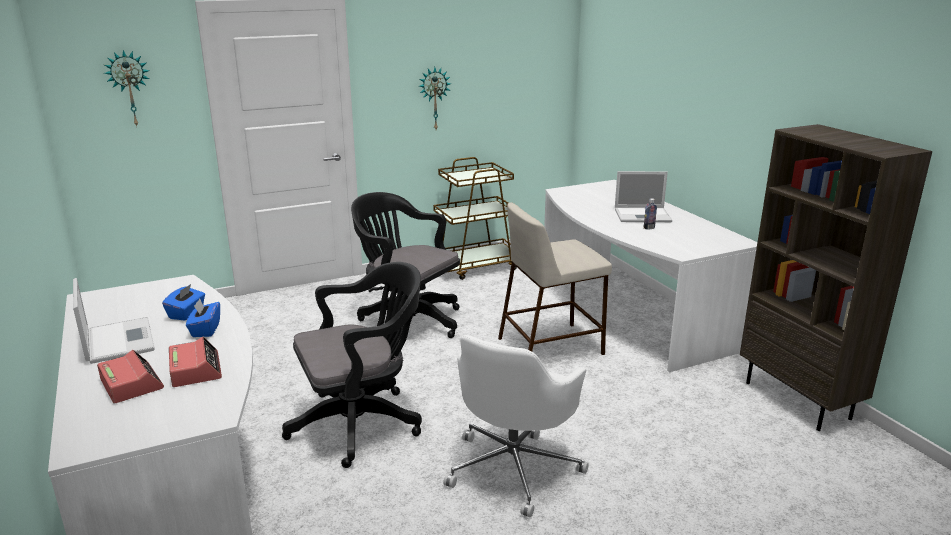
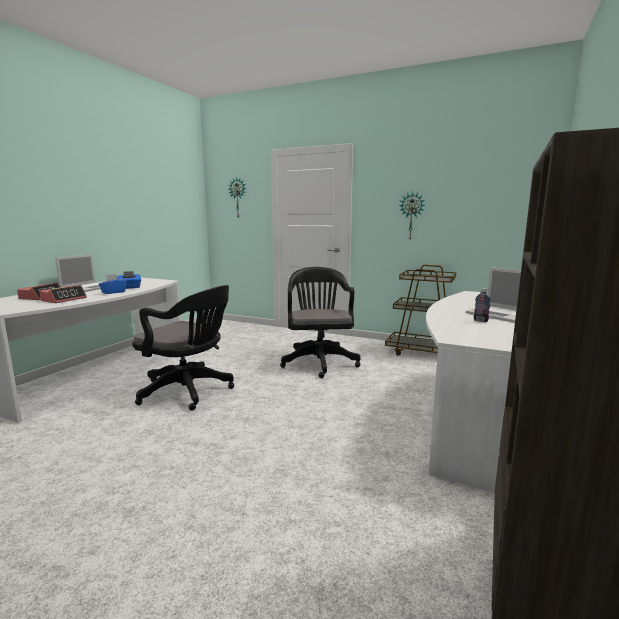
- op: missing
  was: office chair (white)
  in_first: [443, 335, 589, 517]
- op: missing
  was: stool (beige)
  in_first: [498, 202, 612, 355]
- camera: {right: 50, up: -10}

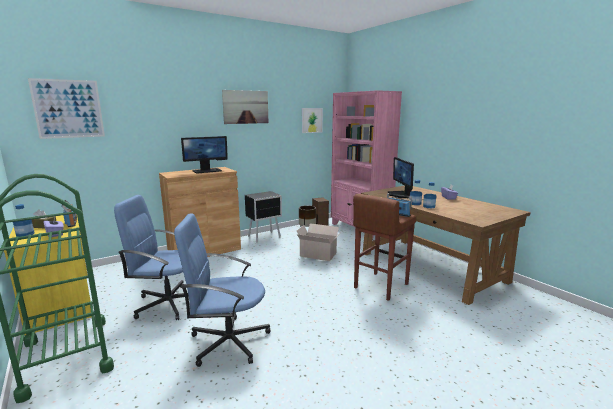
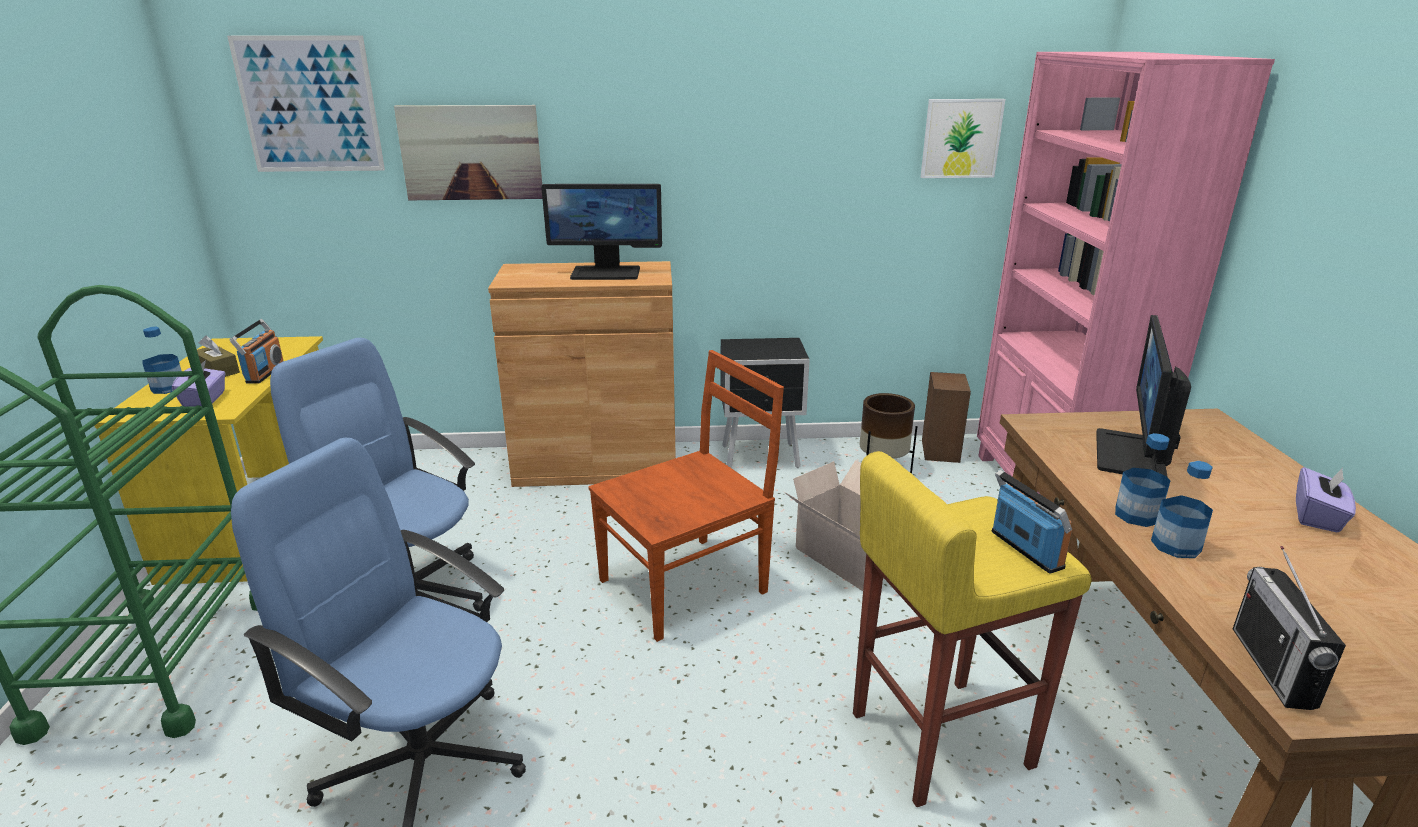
- op: appeared
  now: chair (brown)
  in_second: [588, 350, 784, 642]
- op: appeared
  now: radio
  in_second: [1233, 546, 1346, 710]
- op: relocated
  was: picture
  in_first: [222, 90, 269, 124]
  in_second: [394, 105, 542, 200]
- op: colour
  was: stool (brown)
  now: stool (yellow)
  in_first: [353, 194, 416, 301]
  in_second: [853, 451, 1092, 807]
- camera: {right: 30, up: 10}

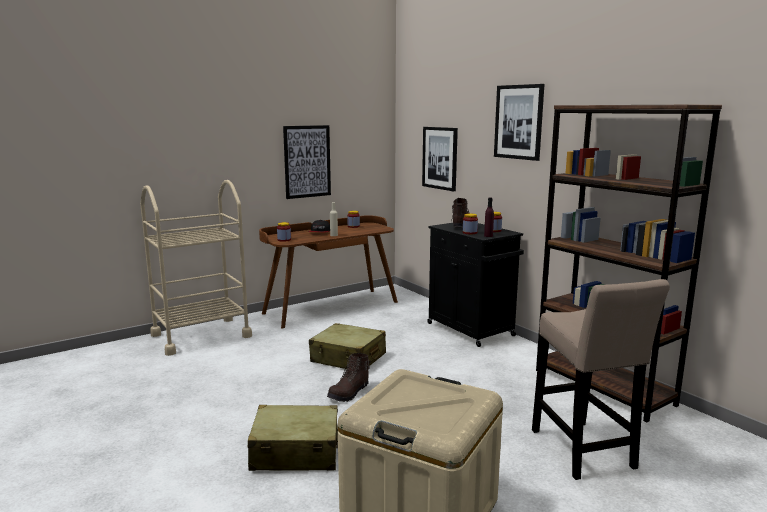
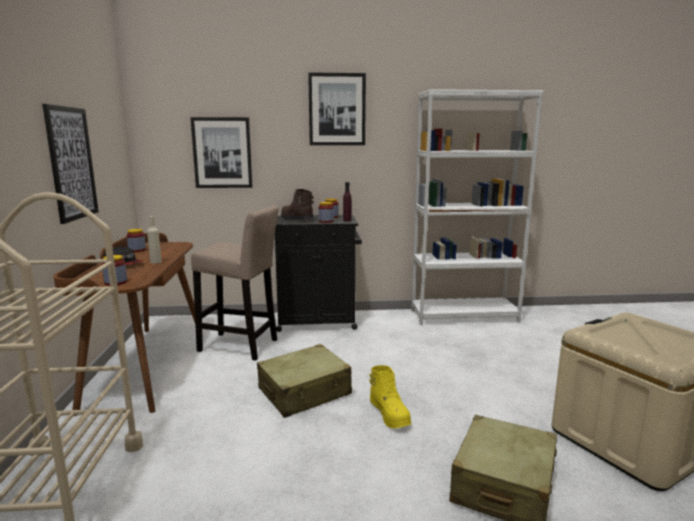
- op: relocated
  was: stool (beige)
  in_first: [532, 279, 670, 480]
  in_second: [191, 205, 279, 361]
- op: colour
  was: boot (brown)
  now: boot (yellow)
  in_first: [327, 353, 371, 402]
  in_second: [369, 365, 411, 429]
- op: colour
  was: bookcase (brown)
  now: bookcase (white)
  in_first: [536, 105, 722, 423]
  in_second: [411, 89, 544, 325]
- camera: {right: -60, up: 0}

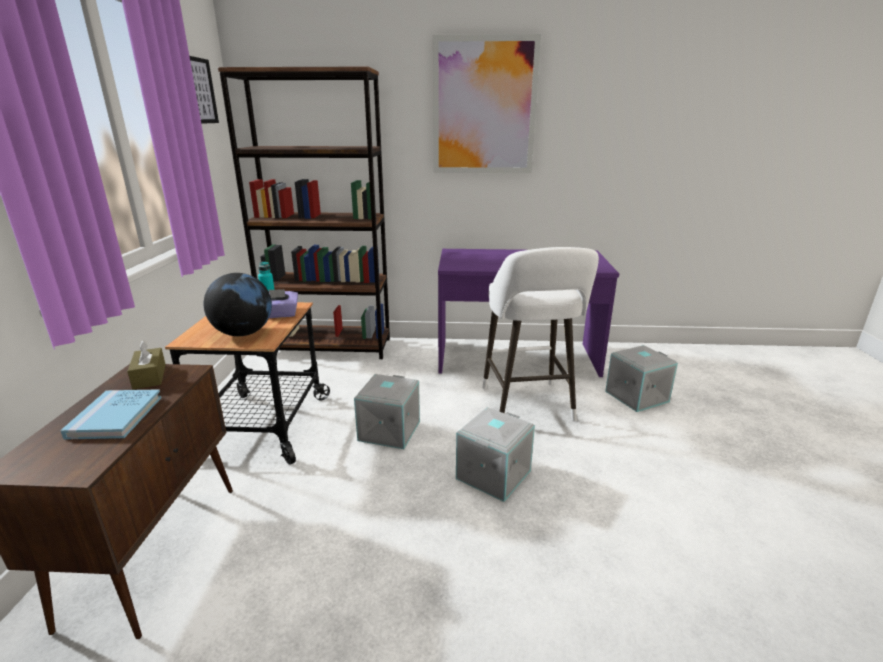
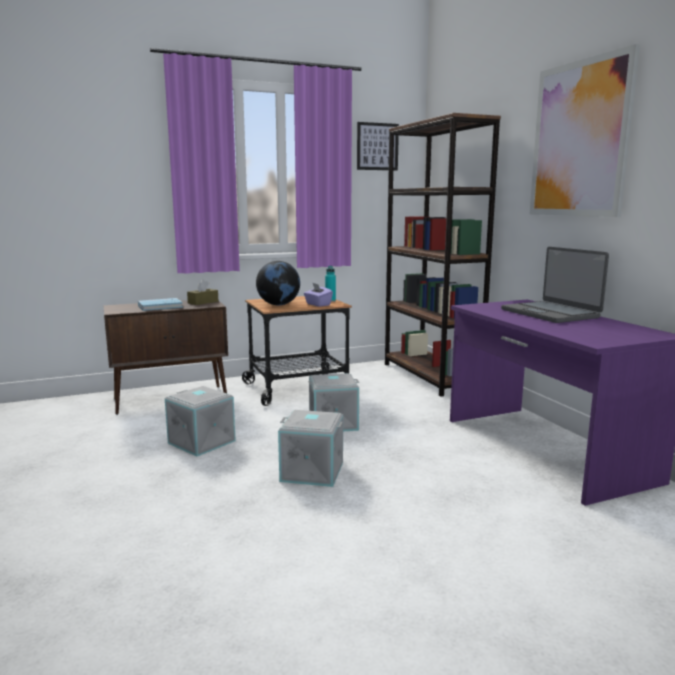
- op: missing
  was: stool (white)
  in_first: [482, 247, 599, 421]
- op: appeared
  now: laptop
  in_second: [501, 247, 609, 323]
- op: relocated
  was: storage box (grey)
  in_first: [605, 345, 678, 412]
  in_second: [165, 386, 236, 456]
- camera: {right: 65, up: -10}

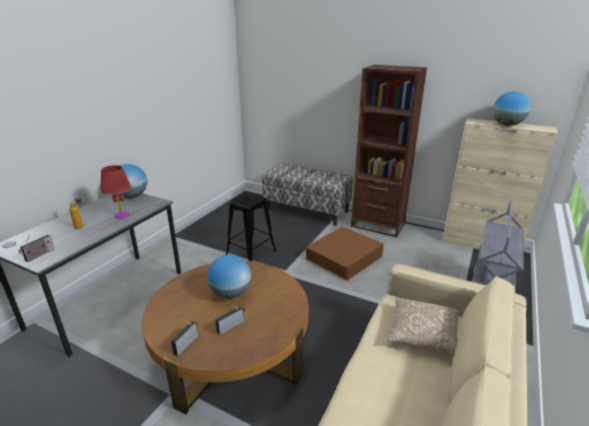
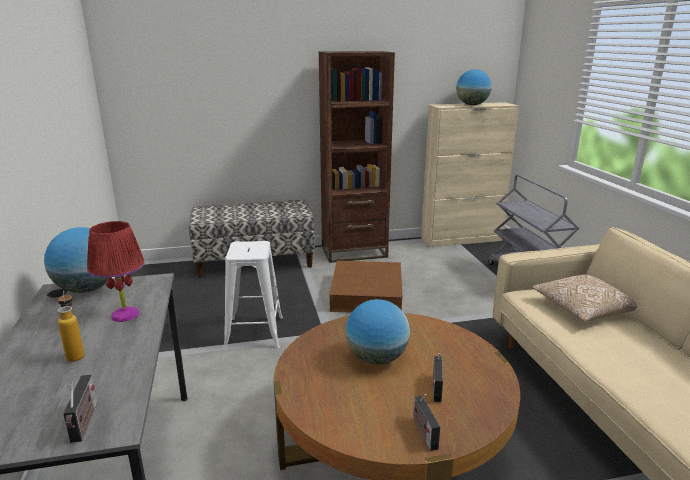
- op: colour
  was: stool (black)
  now: stool (white)
  in_first: [226, 193, 276, 261]
  in_second: [223, 241, 283, 350]
- camera: {right: -40, up: -5}

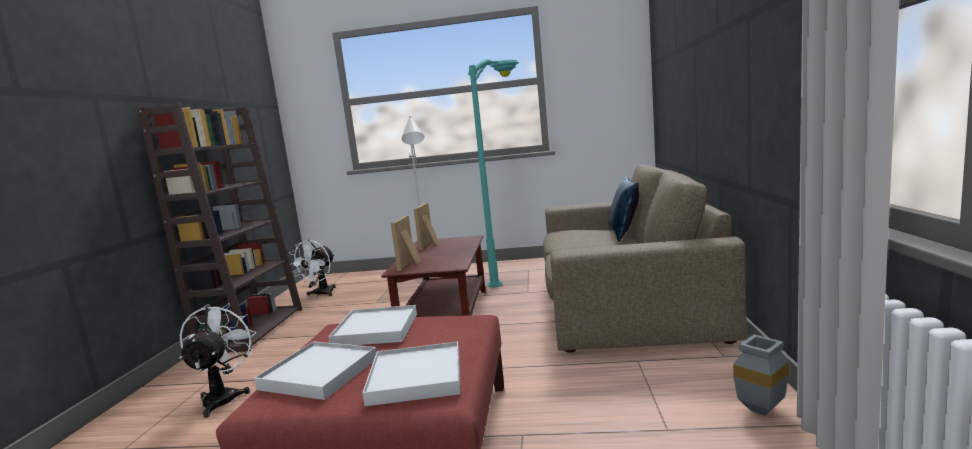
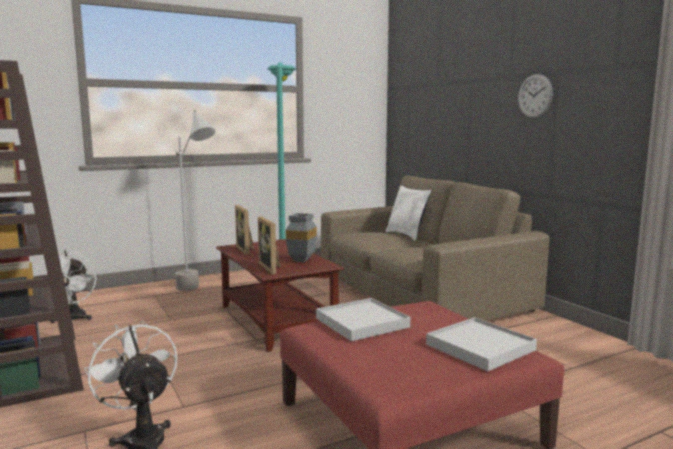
- op: missing
  was: tray (white)
  in_first: [254, 341, 377, 400]
- op: appeared
  now: wall clock
  in_second: [518, 74, 553, 118]
- op: relocated
  was: vase (grey)
  in_first: [733, 334, 789, 416]
  in_second: [286, 213, 317, 262]
- op: colour
  was: pillow (blue)
  now: pillow (white)
  in_first: [608, 177, 639, 242]
  in_second: [385, 186, 431, 241]
- camera: {right: -35, up: 0}

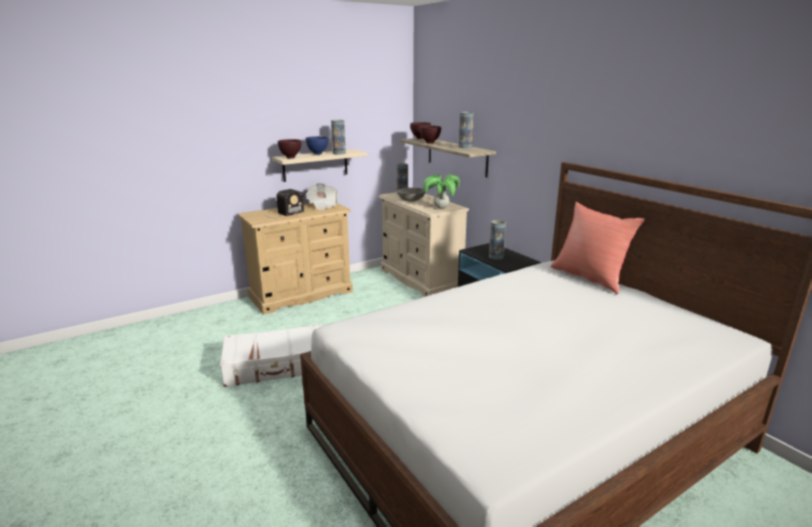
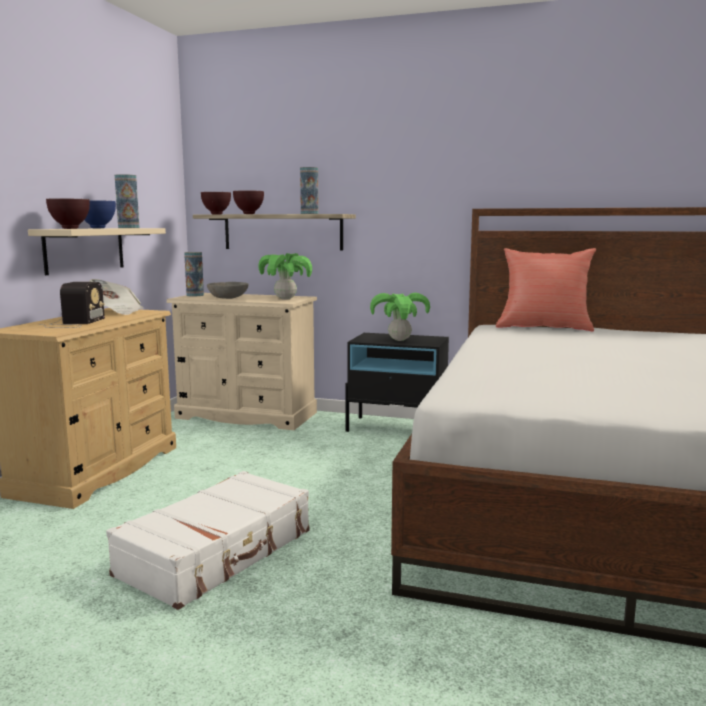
- op: exchanged
  was: vase
  now: potted plant
  in_first: [489, 220, 506, 260]
  in_second: [370, 293, 430, 341]
- camera: {right: -40, up: -10}

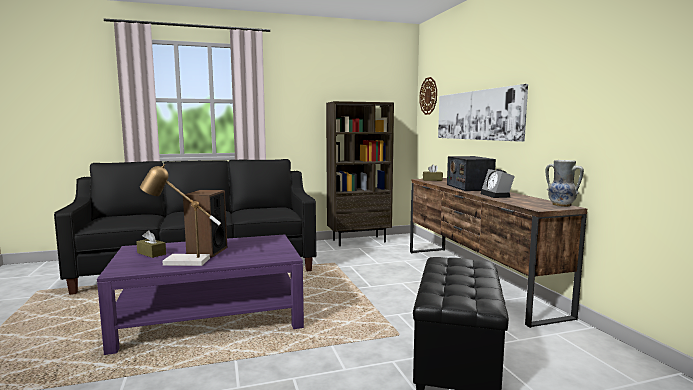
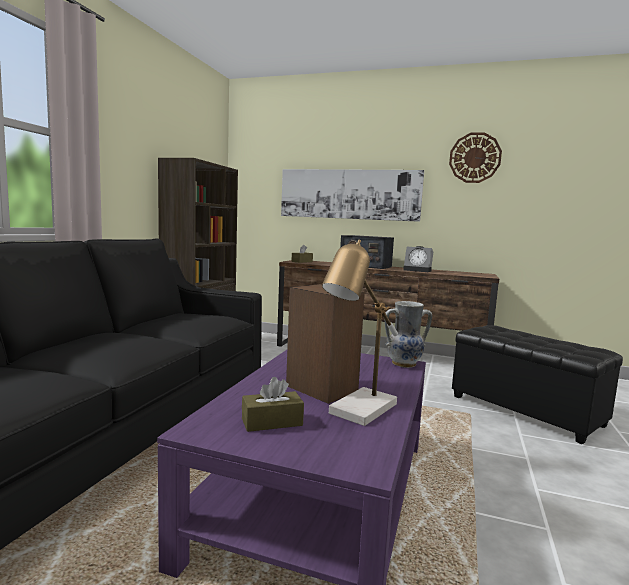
- op: relocated
  was: wall clock
  in_first: [419, 77, 437, 115]
  in_second: [449, 132, 502, 183]
- op: relocated
  was: vase
  in_first: [546, 160, 584, 207]
  in_second: [385, 301, 432, 368]
- camera: {right: -55, up: 0}

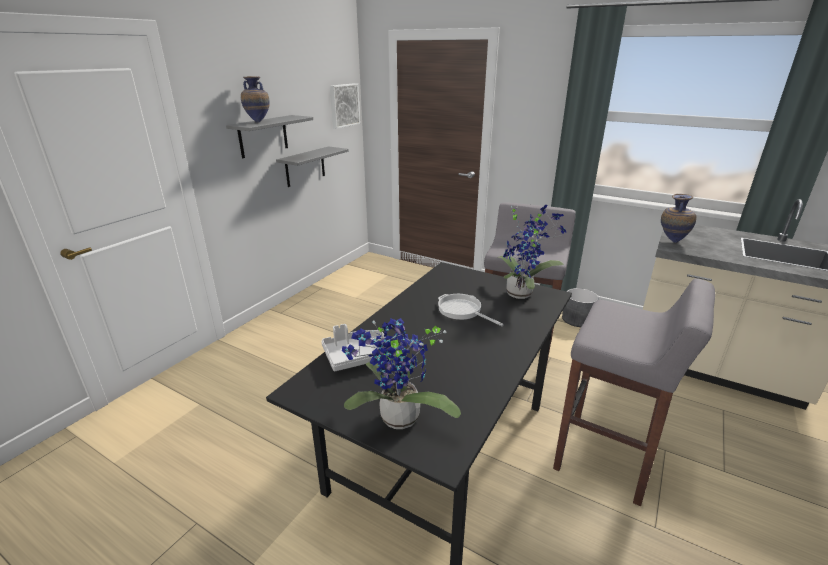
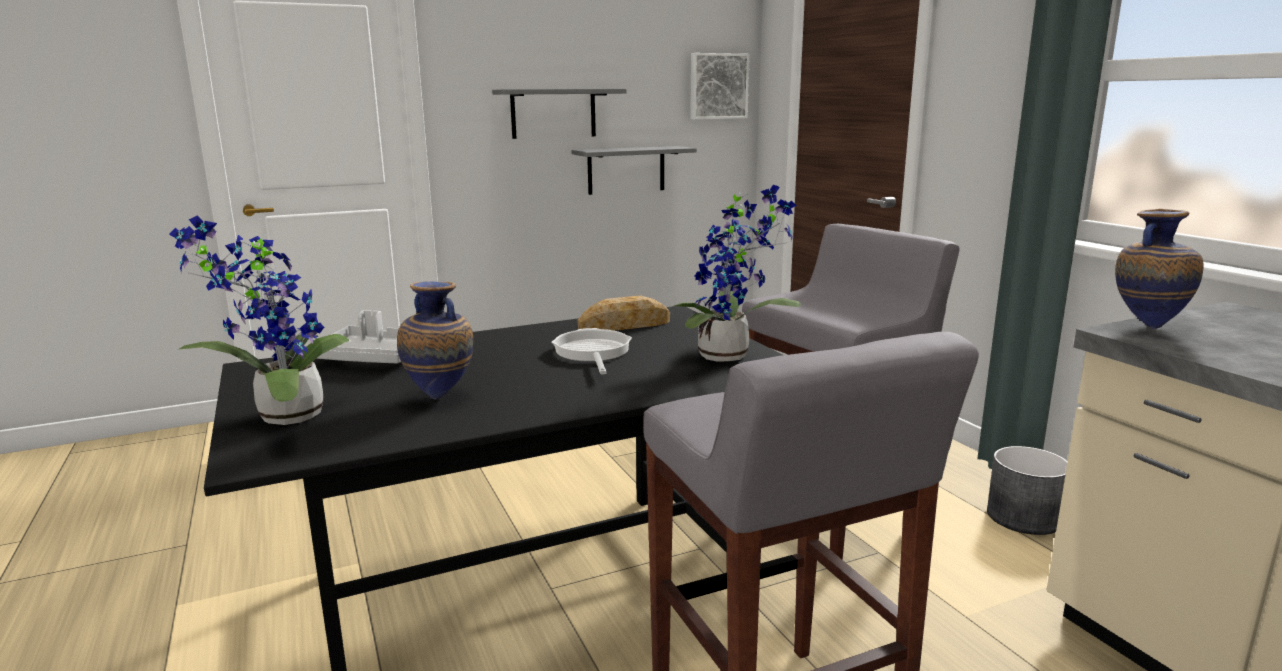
- op: appeared
  now: bread
  in_second: [578, 295, 670, 331]
- op: relocated
  was: vase
  in_first: [241, 76, 269, 123]
  in_second: [397, 281, 473, 399]
- camera: {right: 35, up: -10}

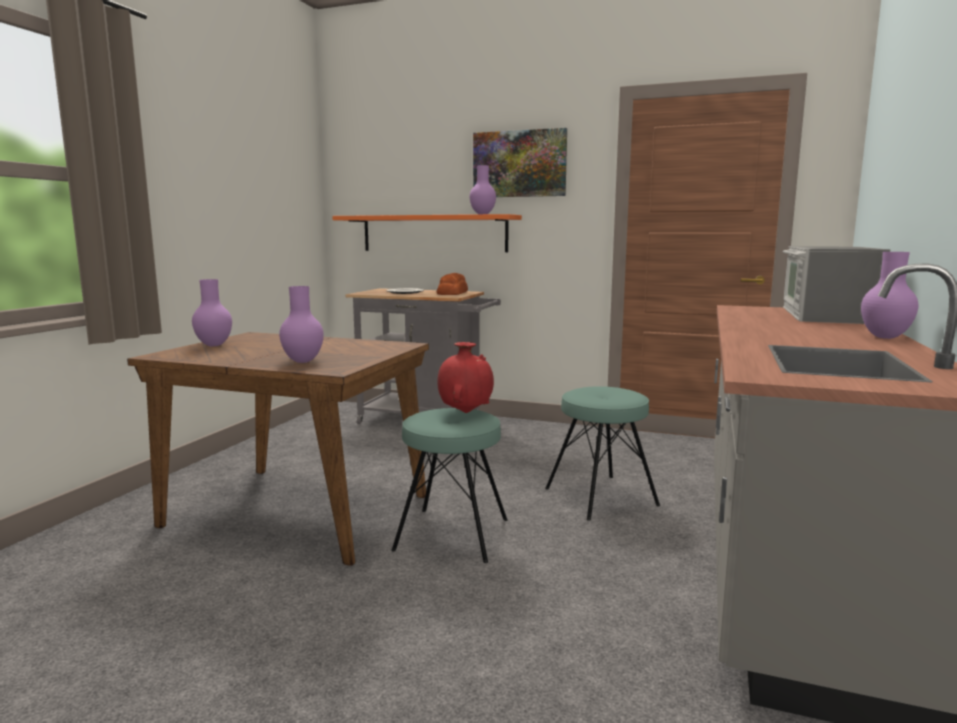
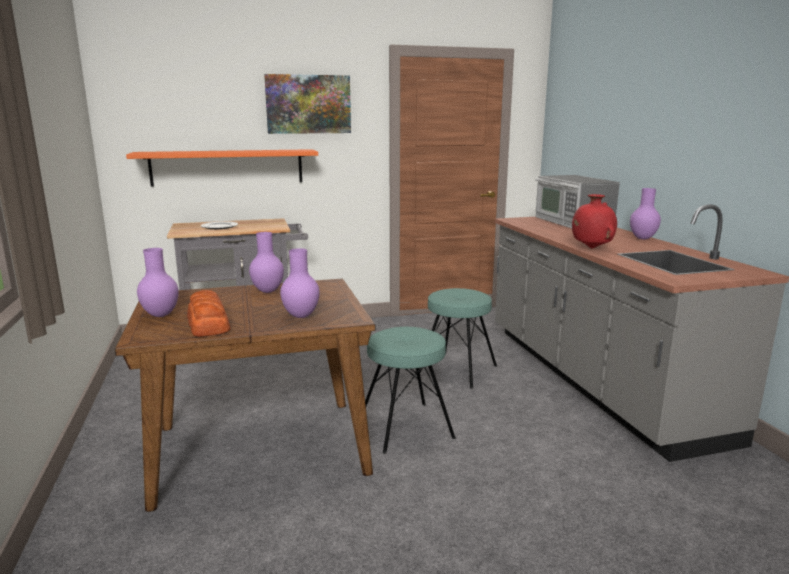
- op: relocated
  was: bread
  in_first: [437, 273, 468, 295]
  in_second: [187, 290, 231, 337]
- op: relocated
  was: vase (red)
  in_first: [437, 342, 494, 413]
  in_second: [572, 194, 617, 248]
- op: relocated
  was: vase (purple)
  in_first: [470, 165, 496, 214]
  in_second: [249, 232, 284, 293]
- camera: {right: -35, up: 5}

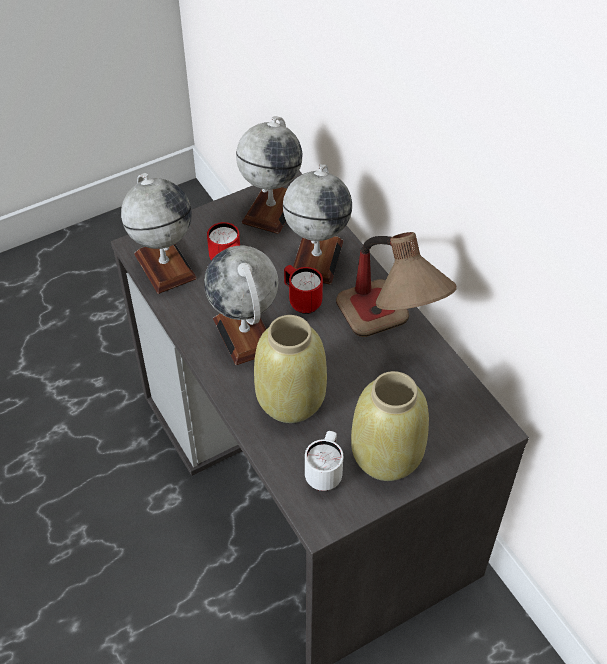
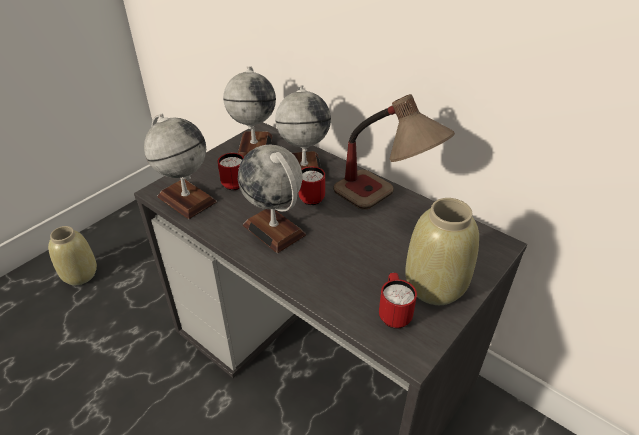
- op: relocated
  was: vase (beige)
  in_first: [254, 315, 327, 423]
  in_second: [48, 226, 97, 285]
- op: colour
  was: mug (white)
  now: mug (red)
  in_first: [305, 431, 343, 491]
  in_second: [379, 273, 417, 329]
- camera: {right: -20, up: -10}

